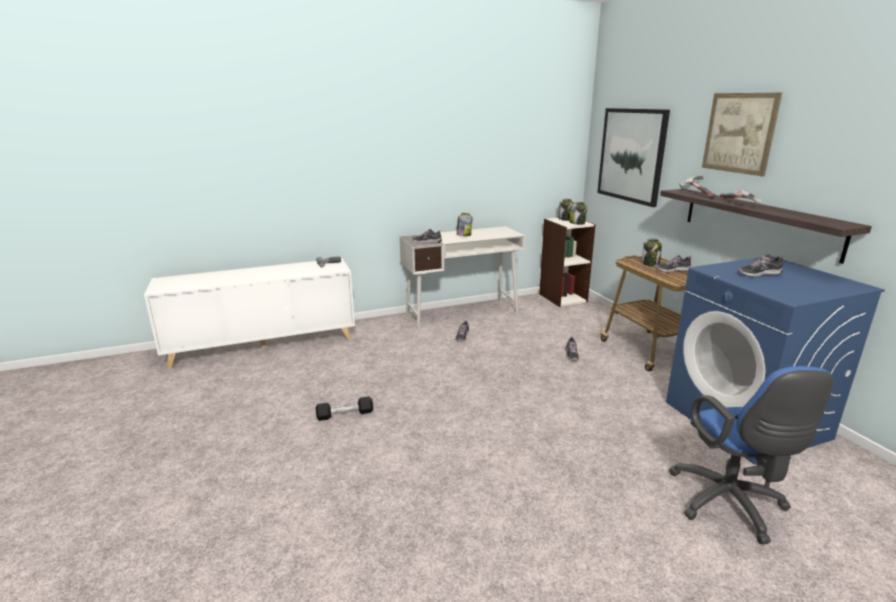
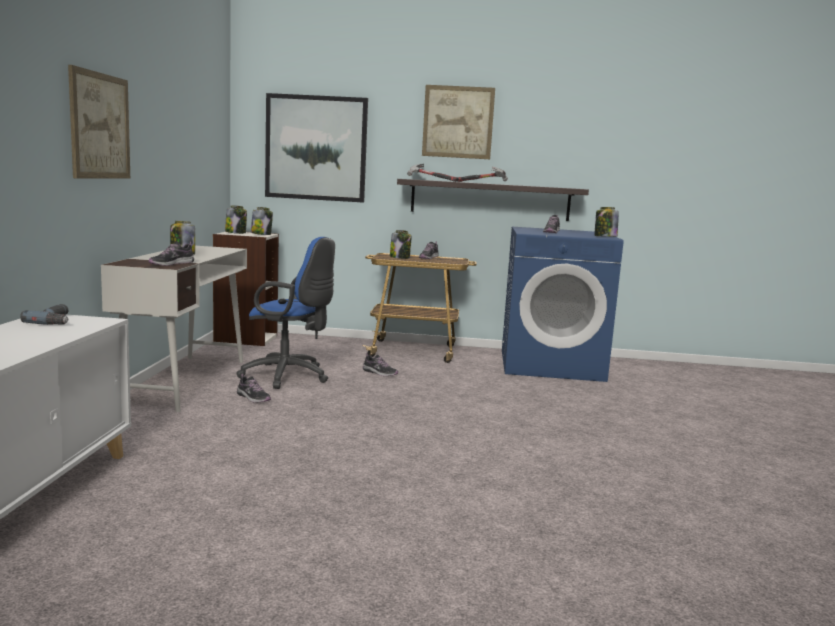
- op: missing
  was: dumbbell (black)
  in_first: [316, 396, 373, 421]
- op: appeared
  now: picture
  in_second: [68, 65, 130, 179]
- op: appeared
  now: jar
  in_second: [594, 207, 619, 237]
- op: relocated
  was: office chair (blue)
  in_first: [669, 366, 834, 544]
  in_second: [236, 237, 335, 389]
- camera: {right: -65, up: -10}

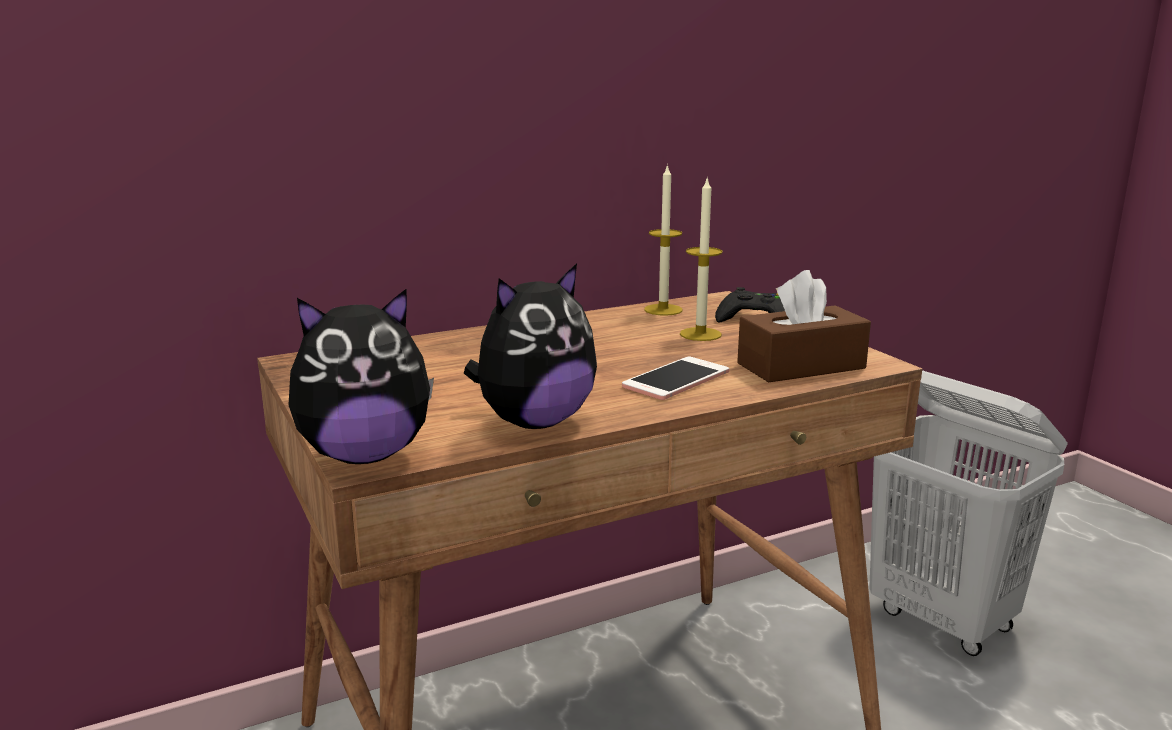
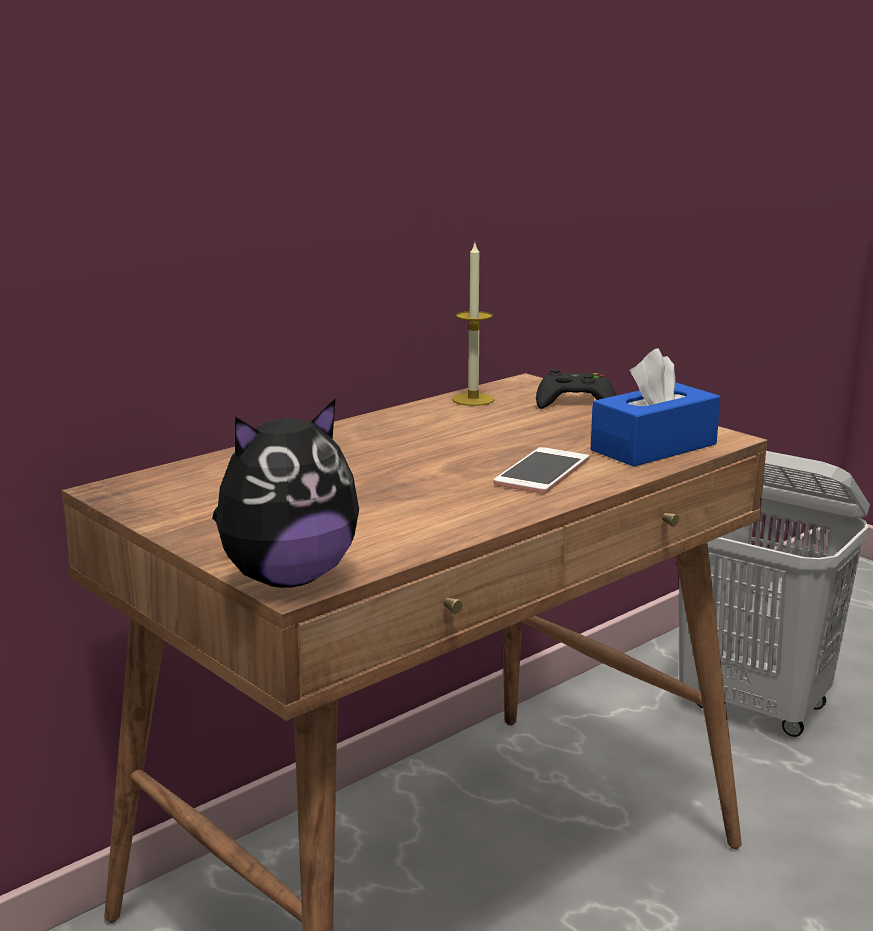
- op: missing
  was: plush toy
  in_first: [464, 263, 597, 429]
- op: missing
  was: candle
  in_first: [680, 179, 723, 341]
- op: colour
  was: tissue box (brown)
  now: tissue box (blue)
  in_first: [737, 270, 871, 382]
  in_second: [591, 348, 720, 467]
- camera: {right: -15, up: 0}

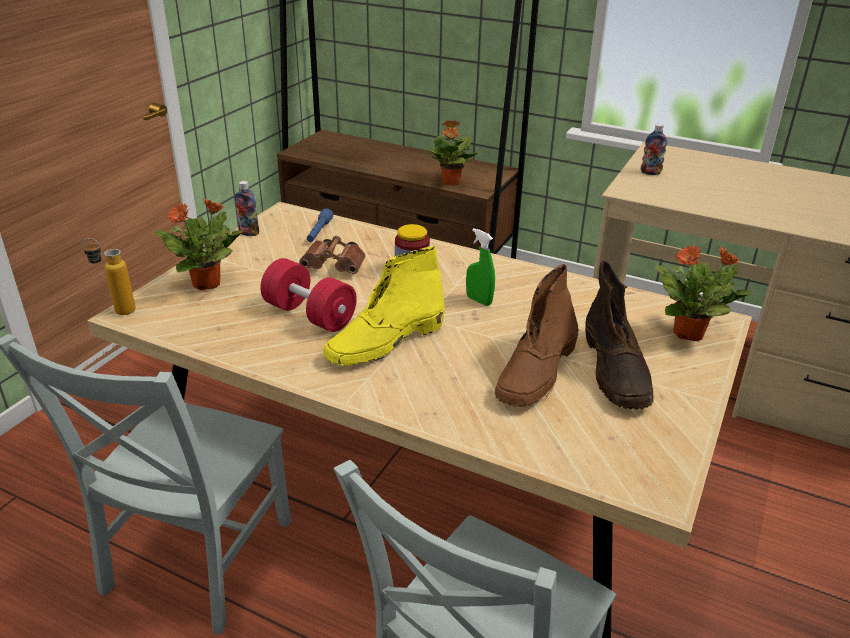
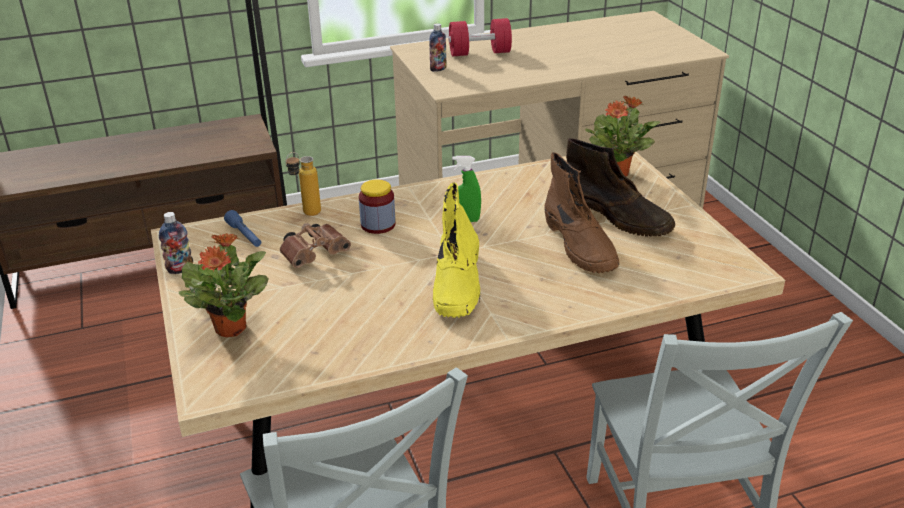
- op: missing
  was: potted plant
  in_first: [427, 120, 478, 186]
- op: relocated
  was: bottle
  in_first: [82, 238, 136, 315]
  in_second: [286, 152, 321, 216]
- op: relocated
  was: dumbbell (red)
  in_first: [260, 258, 357, 332]
  in_second: [448, 18, 512, 56]
- camera: {right: -45, up: 0}

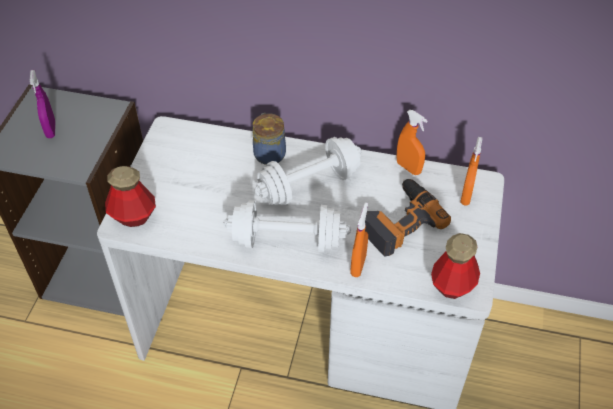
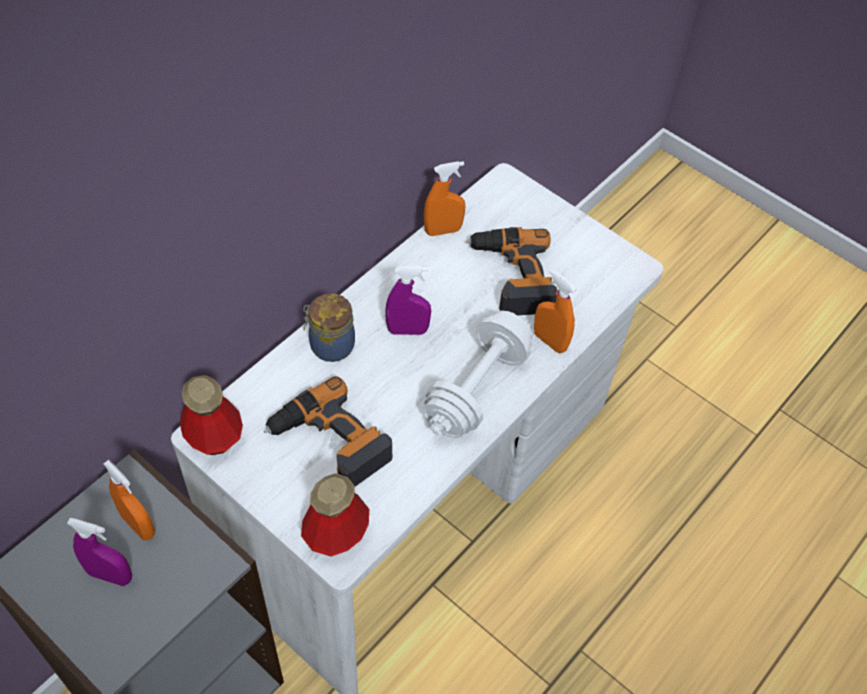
- op: appeared
  now: power drill
  in_second: [264, 376, 392, 487]
- op: relocated
  was: bottle
  in_first: [431, 233, 480, 299]
  in_second: [180, 375, 243, 455]
- op: relocated
  was: spray bottle (orange)
  in_first: [460, 137, 483, 206]
  in_second: [103, 460, 155, 540]
- op: exchanged
  was: dumbbell (white)
  now: spray bottle (purple)
  in_first: [254, 137, 362, 205]
  in_second: [385, 266, 431, 335]
- camera: {right: -65, up: 5}

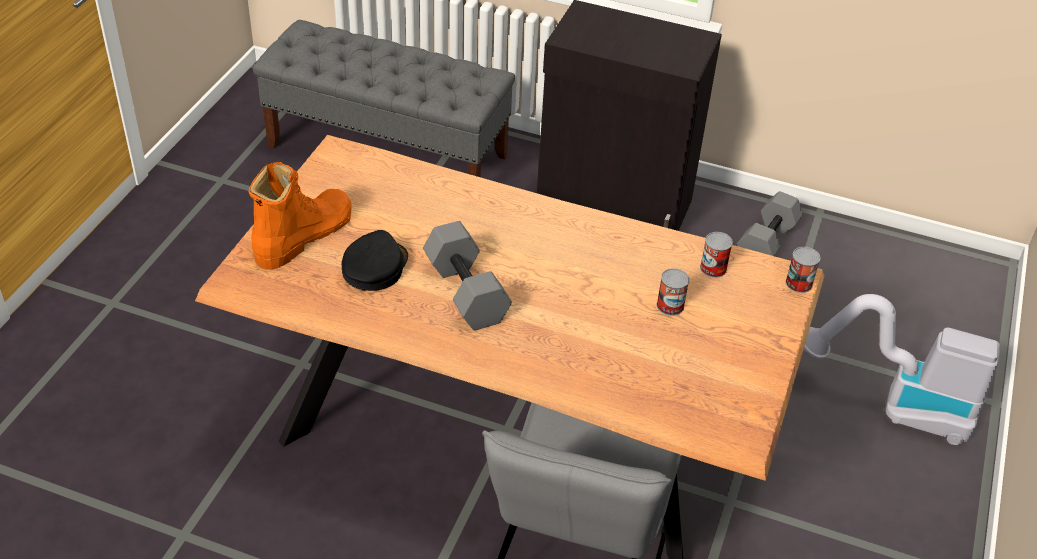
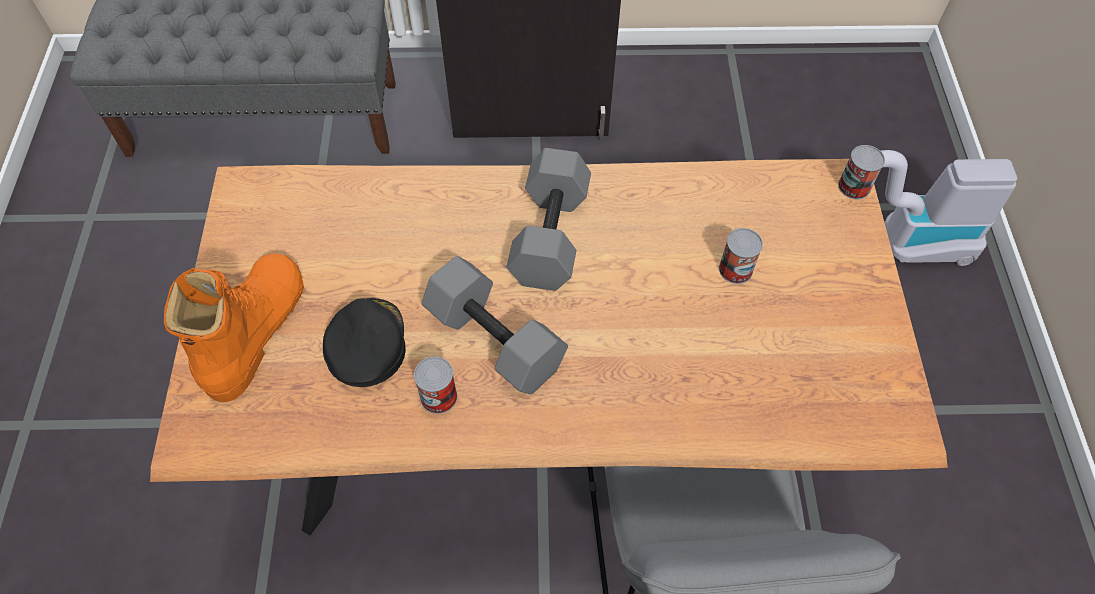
- op: relocated
  was: can
  in_first: [700, 232, 733, 278]
  in_second: [414, 356, 457, 414]
- op: relocated
  was: dumbbell (grey)
  in_first: [737, 191, 803, 256]
  in_second: [506, 148, 591, 291]
- camera: {right: -20, up: 15}

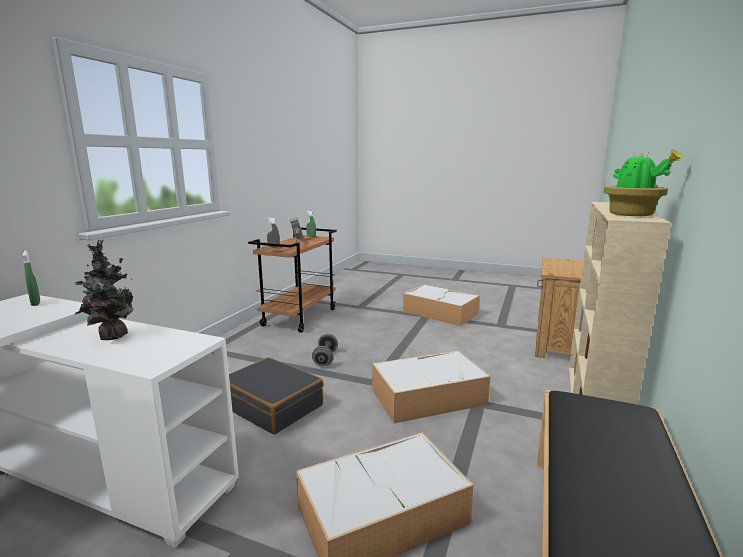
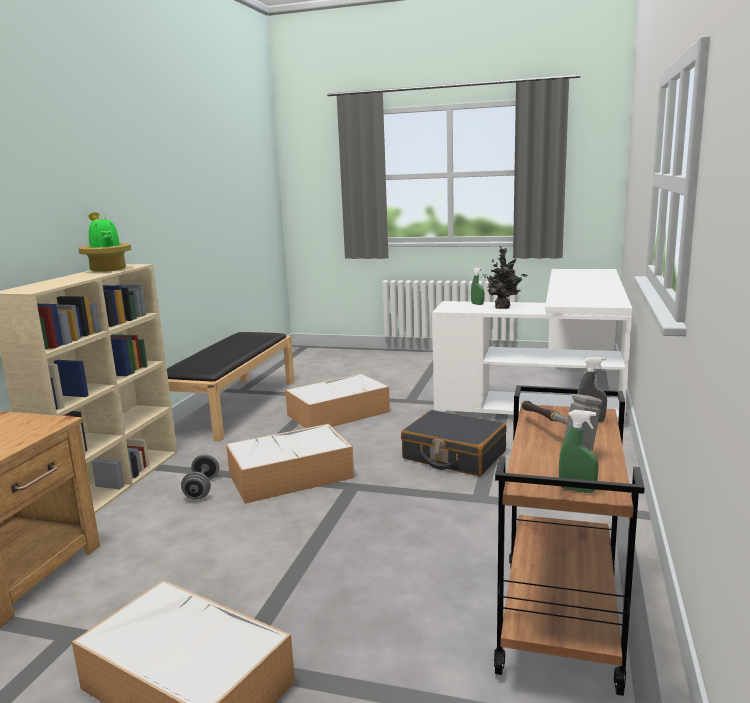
- op: relocated
  was: spray bottle (green)
  in_first: [23, 250, 40, 306]
  in_second: [471, 268, 484, 305]
- op: relocated
  was: dumbbell (grey)
  in_first: [312, 334, 338, 366]
  in_second: [181, 454, 219, 499]
- camera: {right: 175, up: 0}

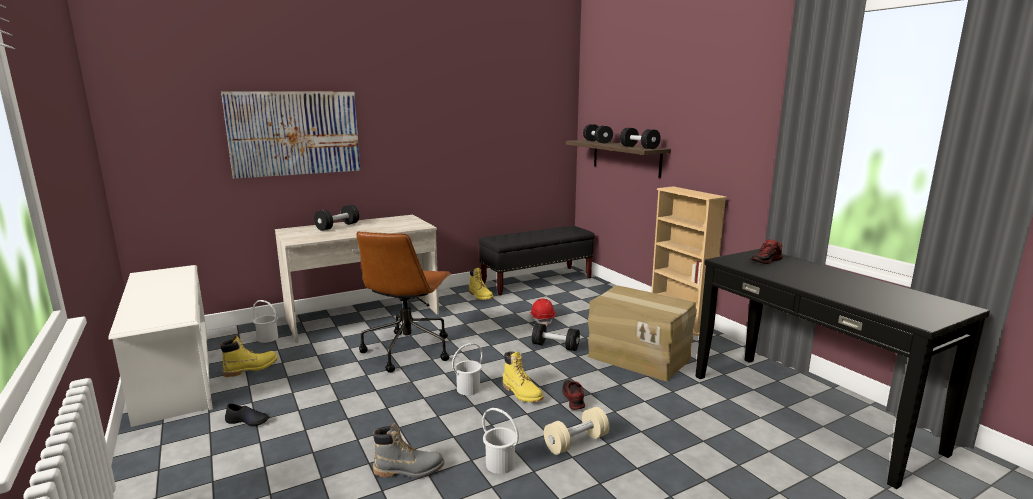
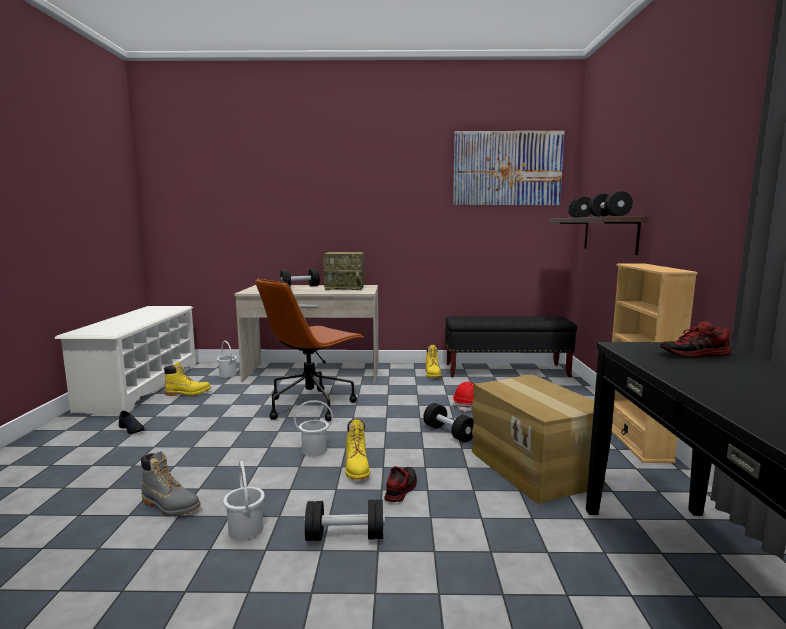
- op: appeared
  now: radio
  in_second: [323, 252, 364, 290]
- op: relocated
  was: picture
  in_first: [221, 91, 360, 179]
  in_second: [453, 131, 565, 205]
- op: colour
  was: dumbbell (beige)
  now: dumbbell (black)
  in_first: [544, 407, 609, 455]
  in_second: [304, 500, 385, 541]
- camera: {right: 30, up: -5}

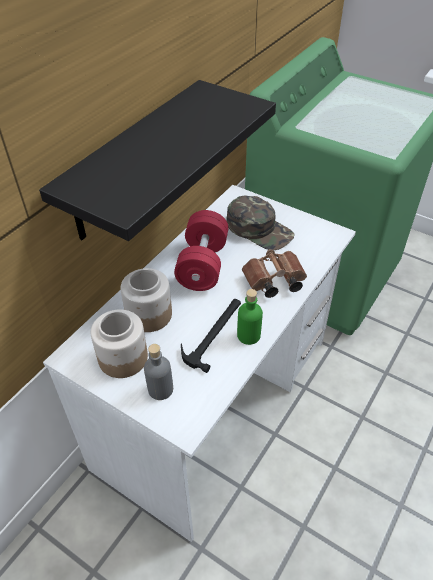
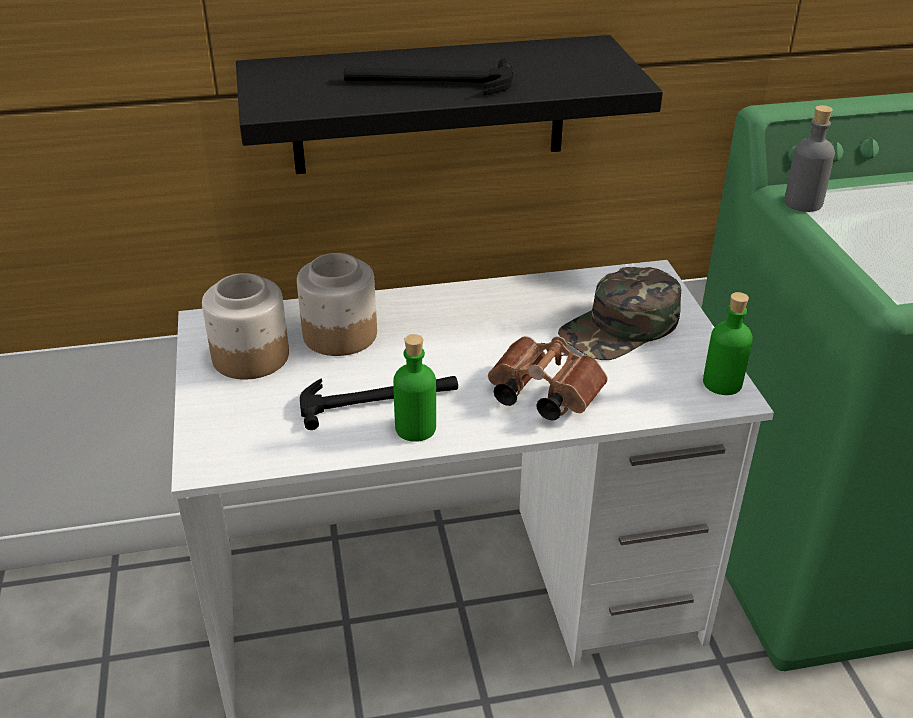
- op: missing
  was: dumbbell (red)
  in_first: [174, 210, 228, 291]
- op: appeared
  now: hammer
  in_second: [344, 58, 513, 96]
- op: appeared
  now: bottle (green)
  in_second: [703, 292, 753, 395]
- op: relocated
  was: bottle (grey)
  in_first: [144, 344, 173, 400]
  in_second: [784, 105, 835, 212]
- op: spun
  was: cap (green)
  in_first: [227, 195, 294, 250]
  in_second: [558, 267, 681, 360]
  clockwise: 60
- camera: {right: 45, up: -10}

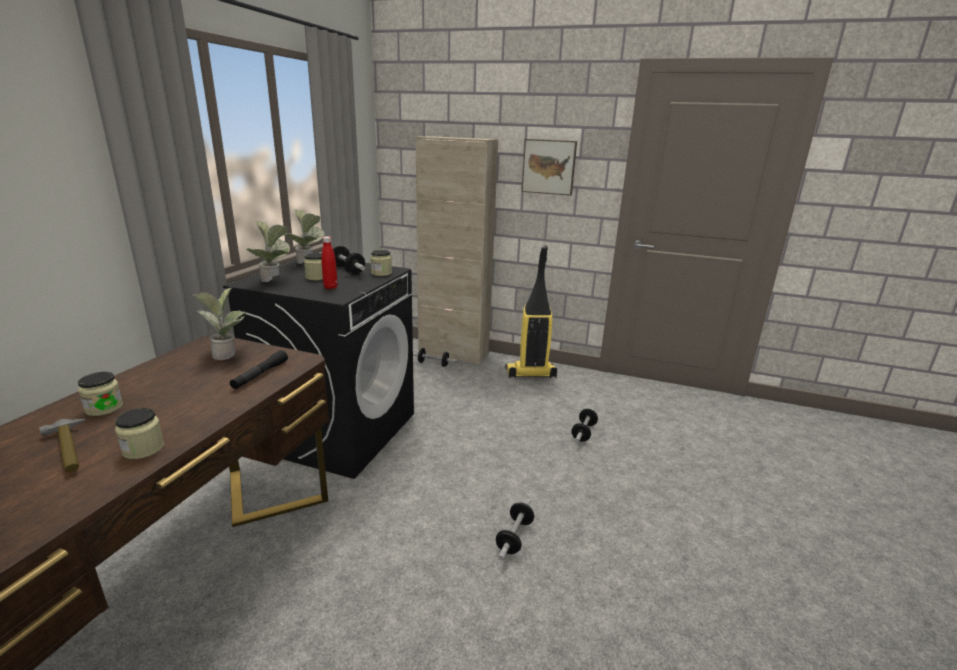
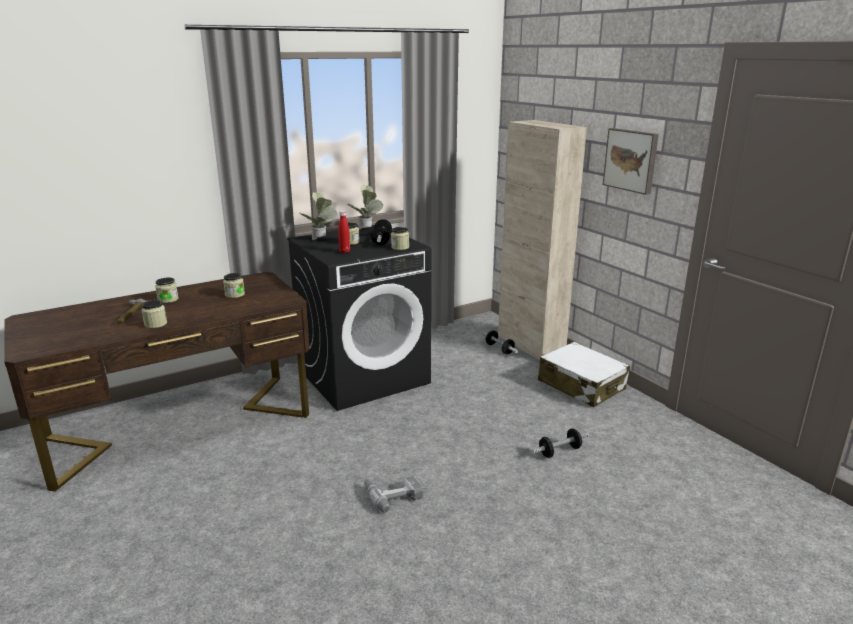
- op: missing
  was: potted plant
  in_first: [194, 287, 246, 360]
- op: missing
  was: flashlight (black)
  in_first: [230, 350, 288, 389]
- op: appeared
  now: jar
  in_second: [223, 273, 245, 298]
- op: exchanged
  was: dumbbell
  now: power drill
  in_first: [496, 499, 534, 560]
  in_second: [364, 476, 424, 513]
- op: exchanged
  was: vacuum cleaner
  now: suitcase (white)
  in_first: [505, 245, 557, 378]
  in_second: [538, 342, 630, 407]
- camera: {right: 40, up: 0}

